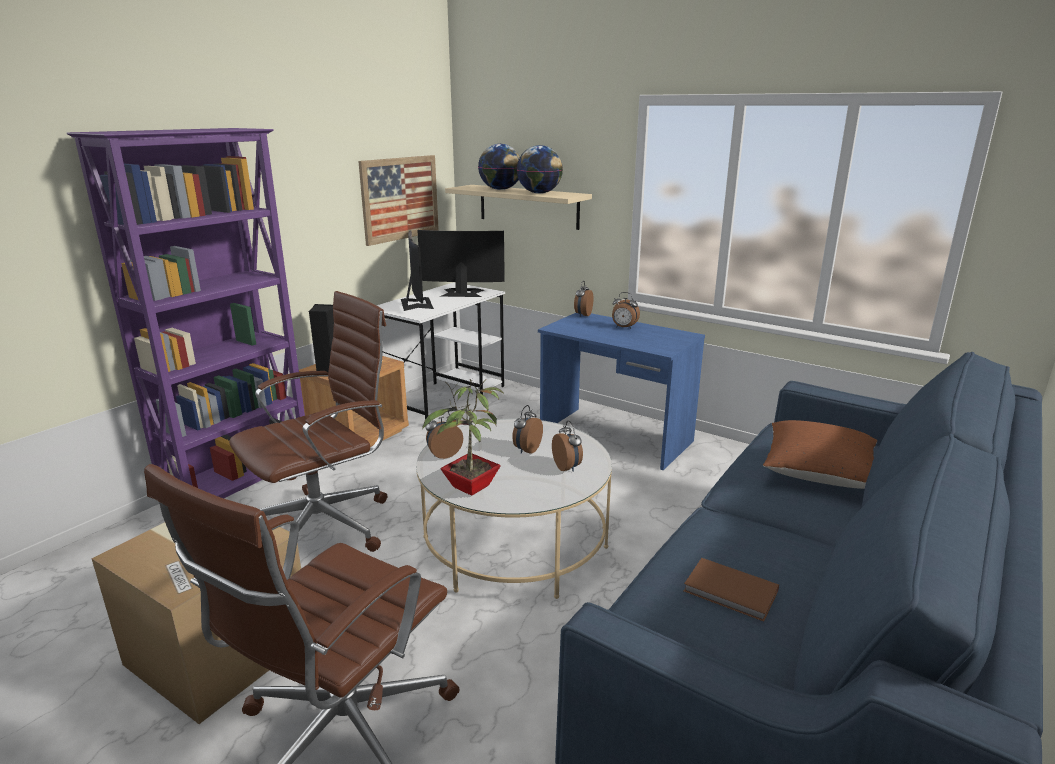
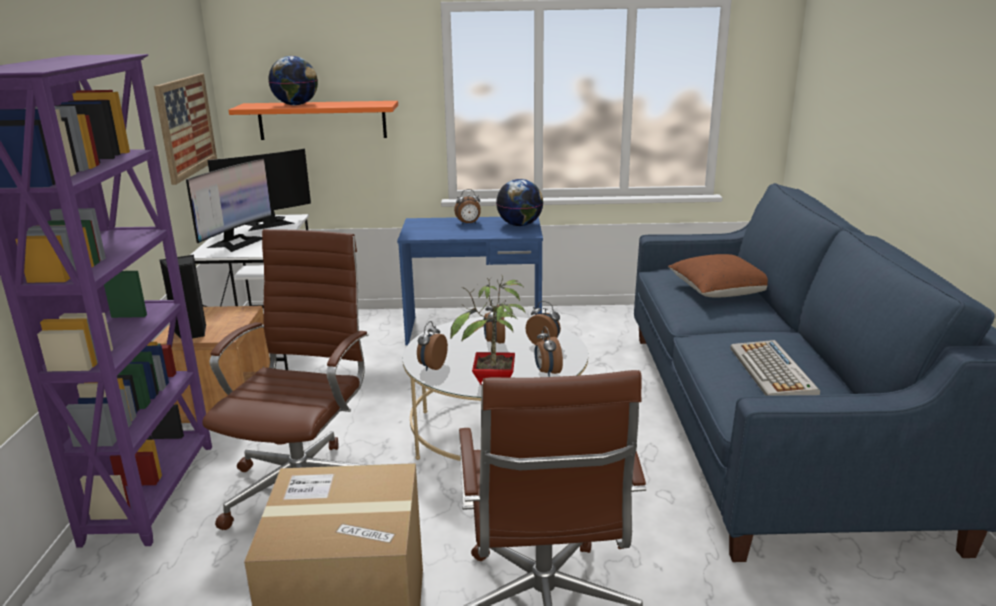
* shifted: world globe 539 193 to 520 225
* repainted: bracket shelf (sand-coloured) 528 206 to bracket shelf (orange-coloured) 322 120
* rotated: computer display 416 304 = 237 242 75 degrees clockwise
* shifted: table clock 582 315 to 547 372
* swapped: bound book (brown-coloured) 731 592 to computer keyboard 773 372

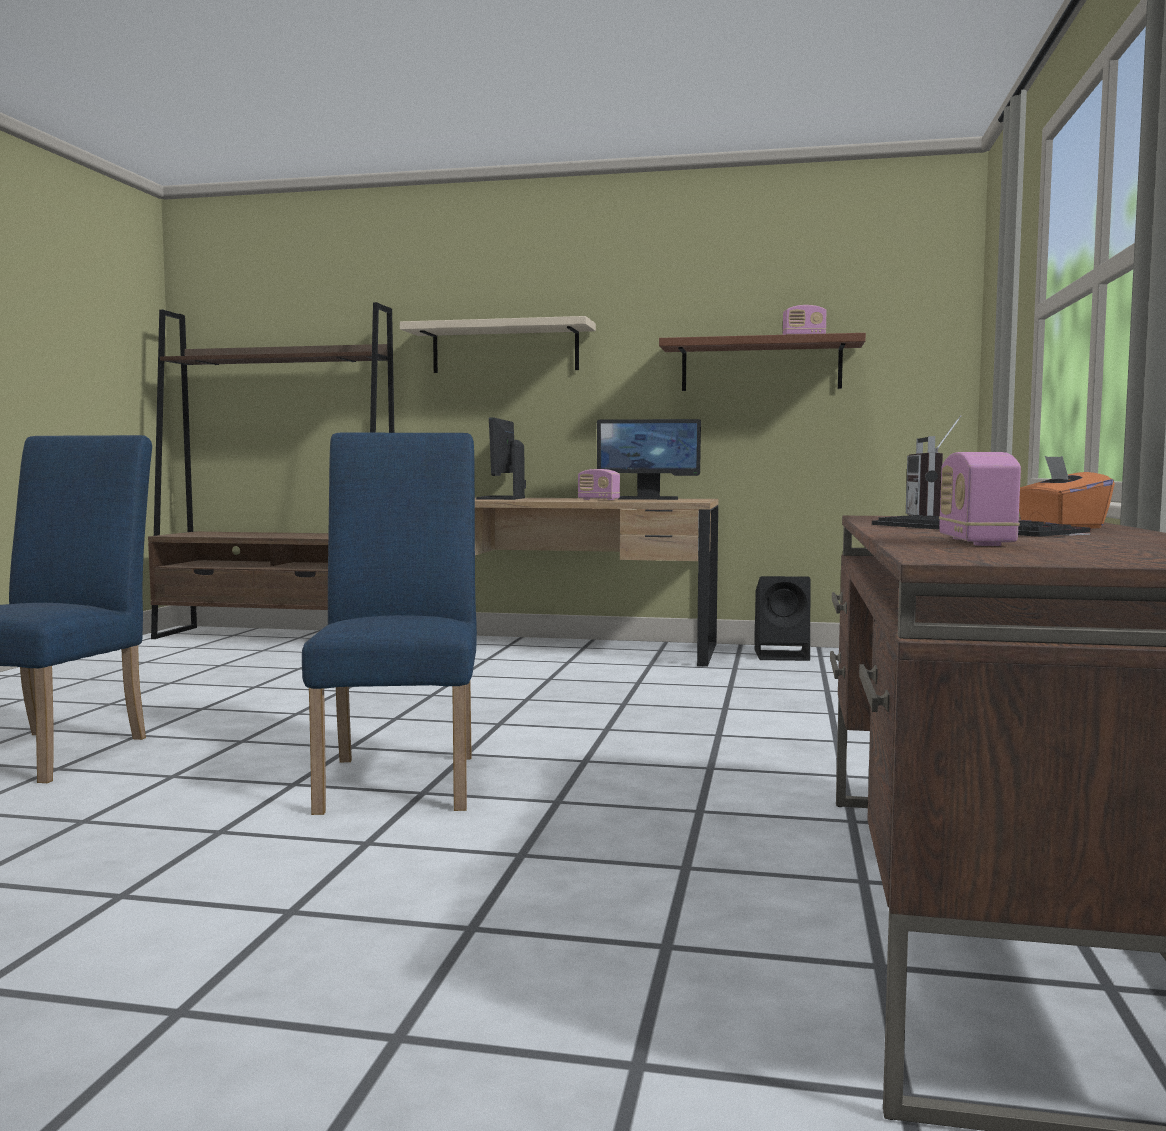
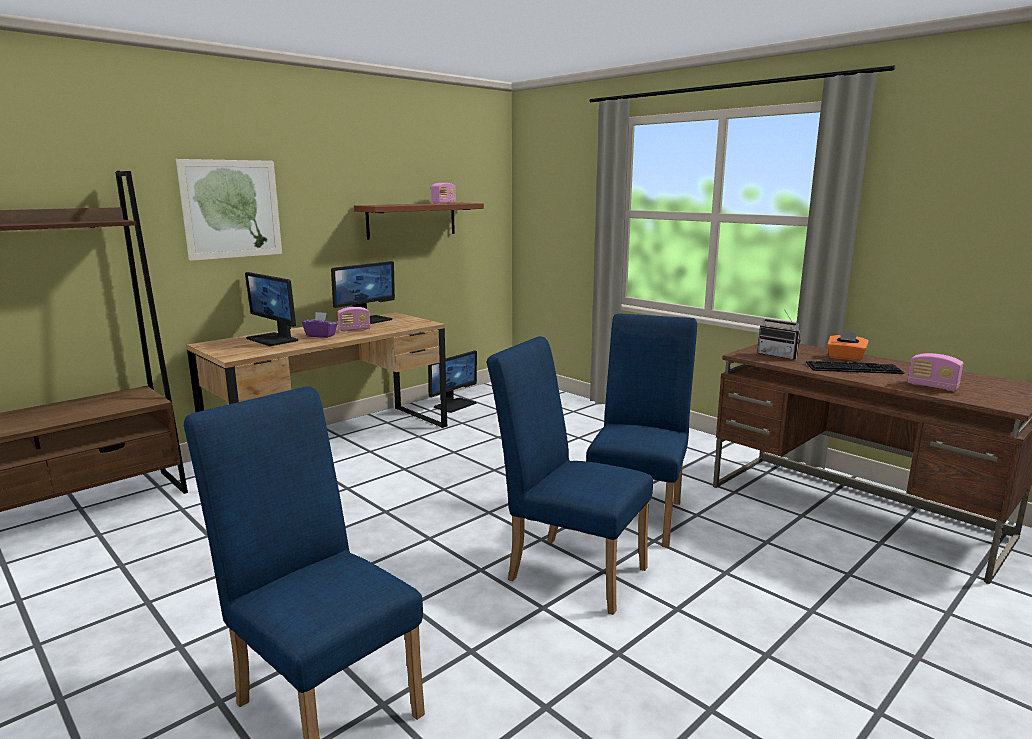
* swapped: bracket shelf (sand-coloured) 505 348 to picture 232 209
* swapped: audio speaker (black) 783 655 to computer display 454 405
* new: box of tissues (purple-coloured) 321 335
* new: chair (blue) 638 513

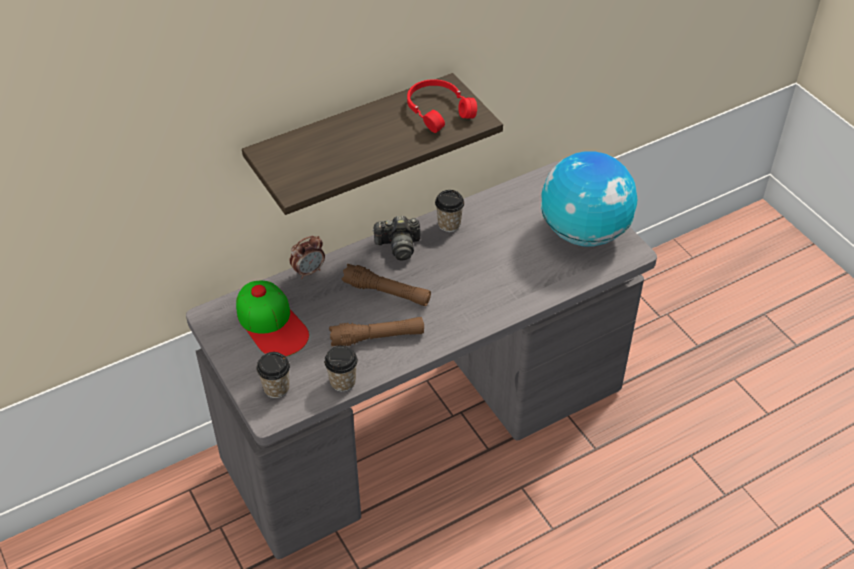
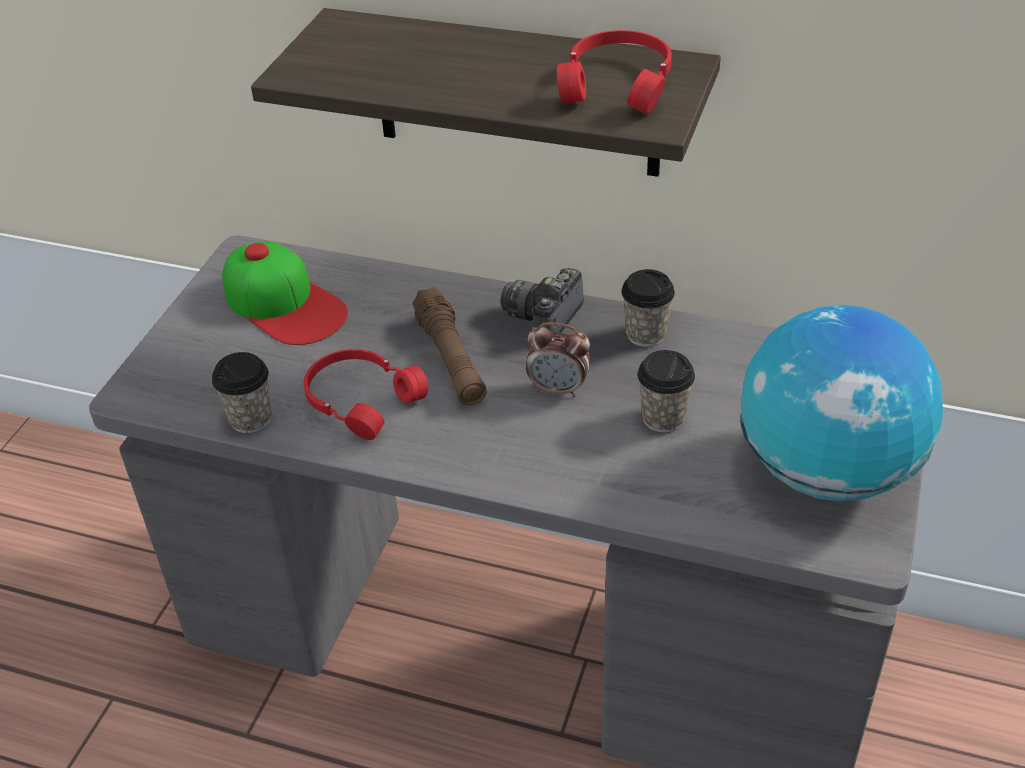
* rotated: still camera 398 246 = 545 317 75 degrees clockwise
* shifted: table clock 309 271 to 558 389
* rotated: baseball cap 272 323 = 284 303 60 degrees counterclockwise
* swapped: torch (brown-coloured) 377 337 to pair of headphones (reddish) 361 400
* shifted: cup 276 388 to 663 418

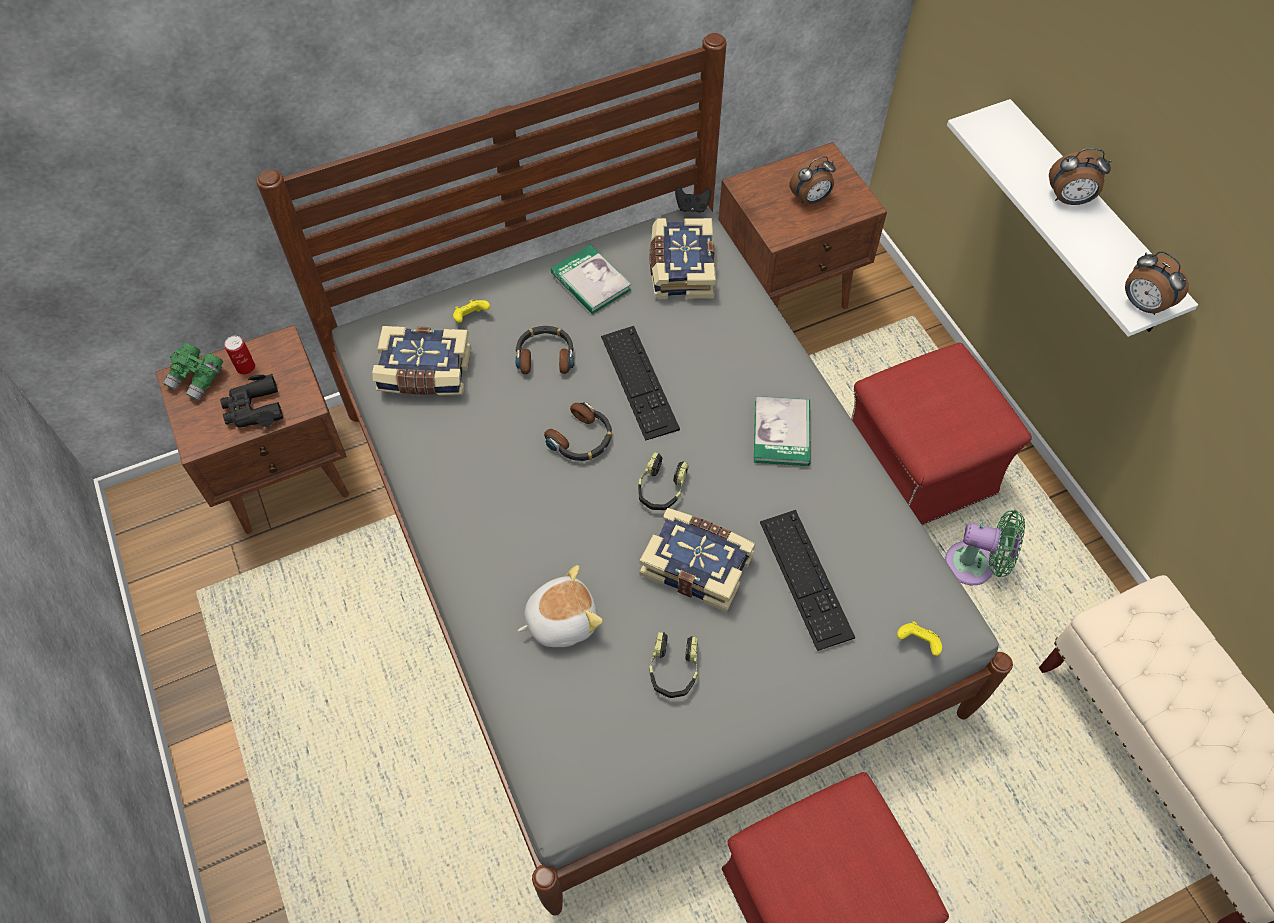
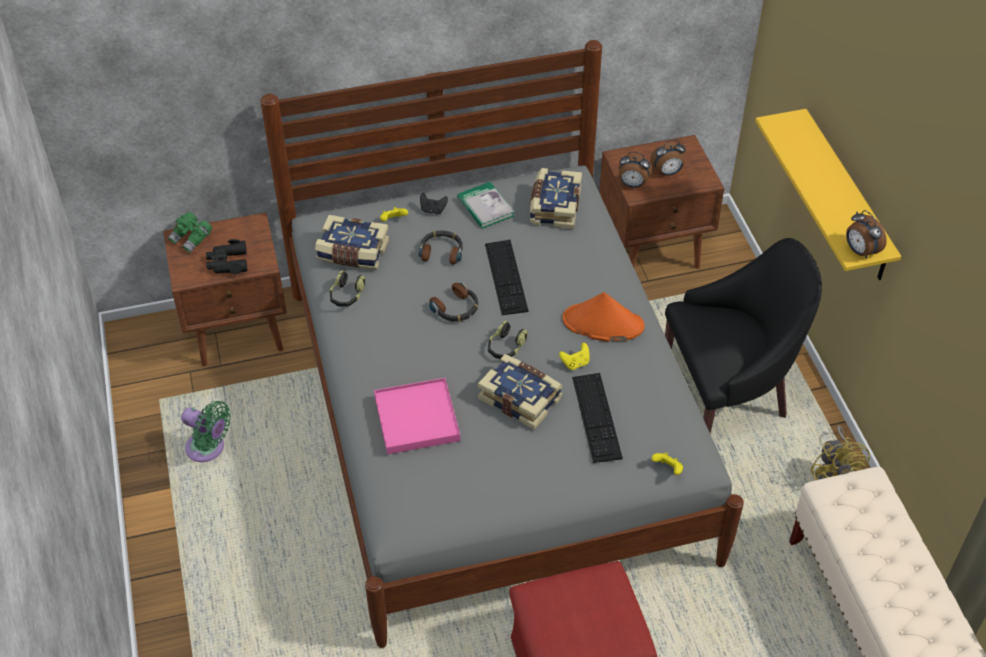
* repainted: bracket shelf (whitish) 1086 220 to bracket shelf (yellow) 846 197
* shifted: table clock 1069 200 to 632 185
* shifted: gamepad (black) 692 207 to 433 210
* gone: metal can 246 367
* swapped: pouffe (reddish) 918 470 to easy chair (black) 728 391
* swapped: bound book 782 433 to wearable hat (orange-coloured) 602 323
* shifted: electric fan (greenish) 975 565 to 208 449
* swapped: soft toy 561 619 to tray (pink-coloured) 416 418
* shifted: pair of headphones 673 669 to 347 295
* new: gamepad (yellow) 575 363
* new: electric fan (yellow) 834 473

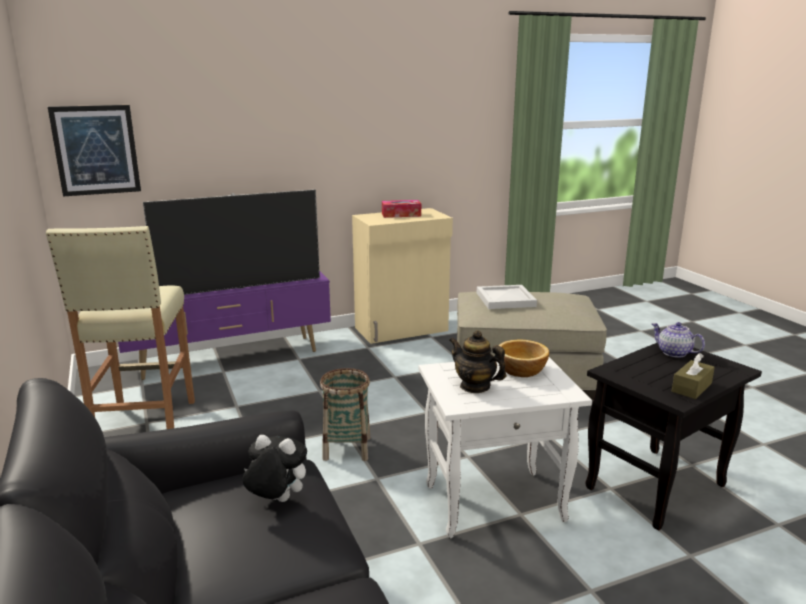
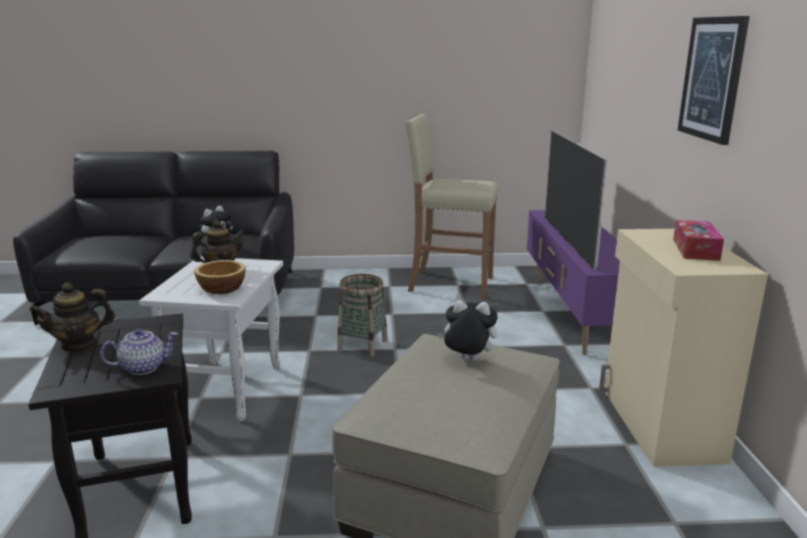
* shifted: picture 96 150 to 712 78
* swapped: tray (whitish) 506 299 to soft toy 467 361
* swapped: box of tissues (brown-coloured) 691 387 to teapot 78 345

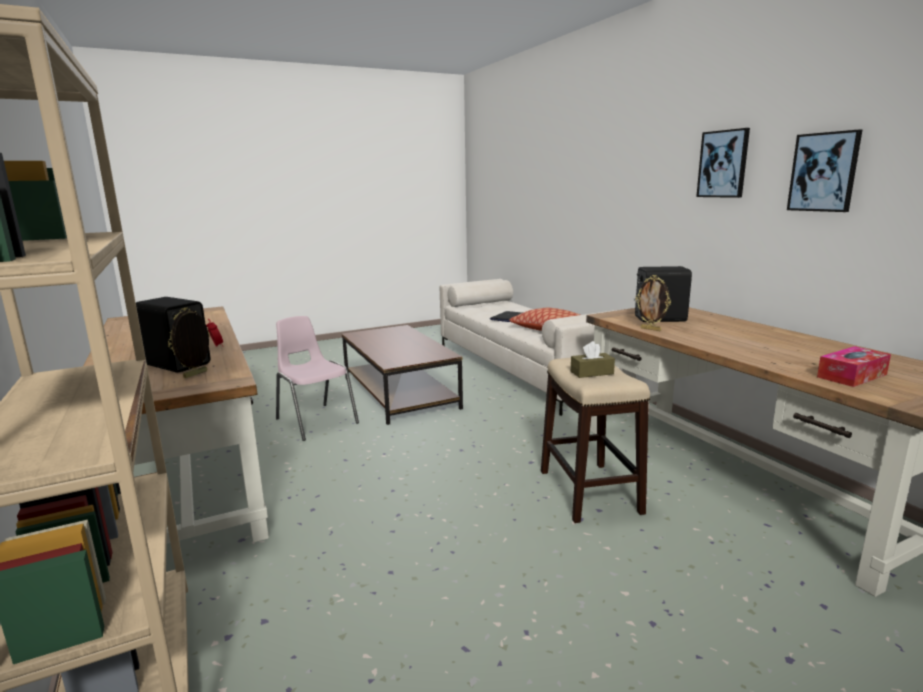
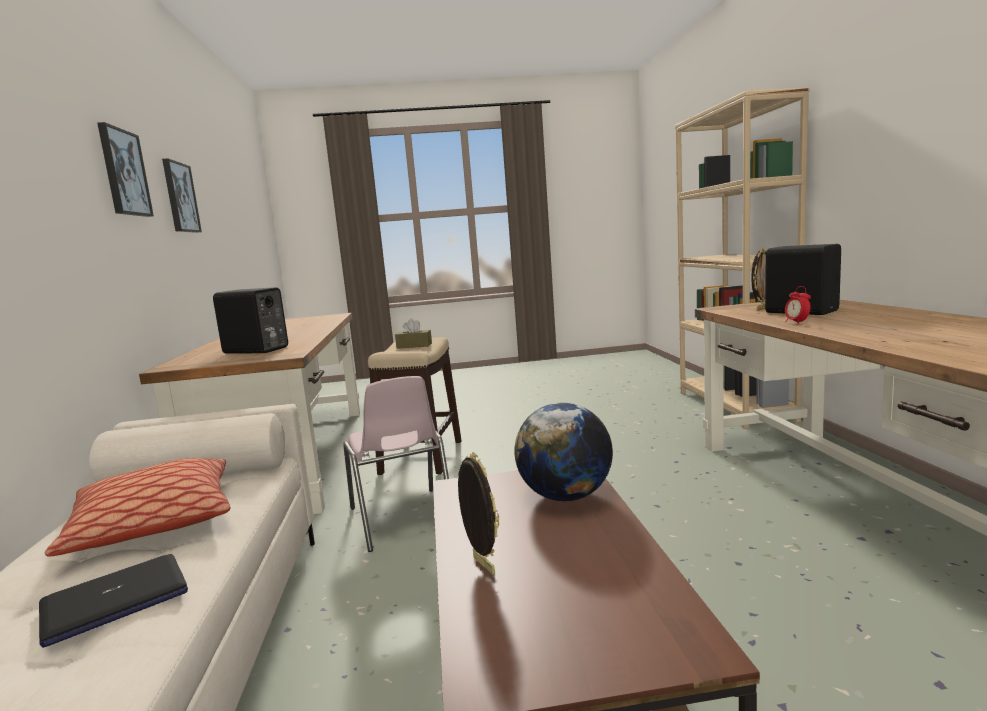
* shifted: standing frame 651 329 to 482 566
* shifted: chair (pink-coloured) 316 421 to 402 519
* gone: box of tissues 852 376
* new: world globe 565 496

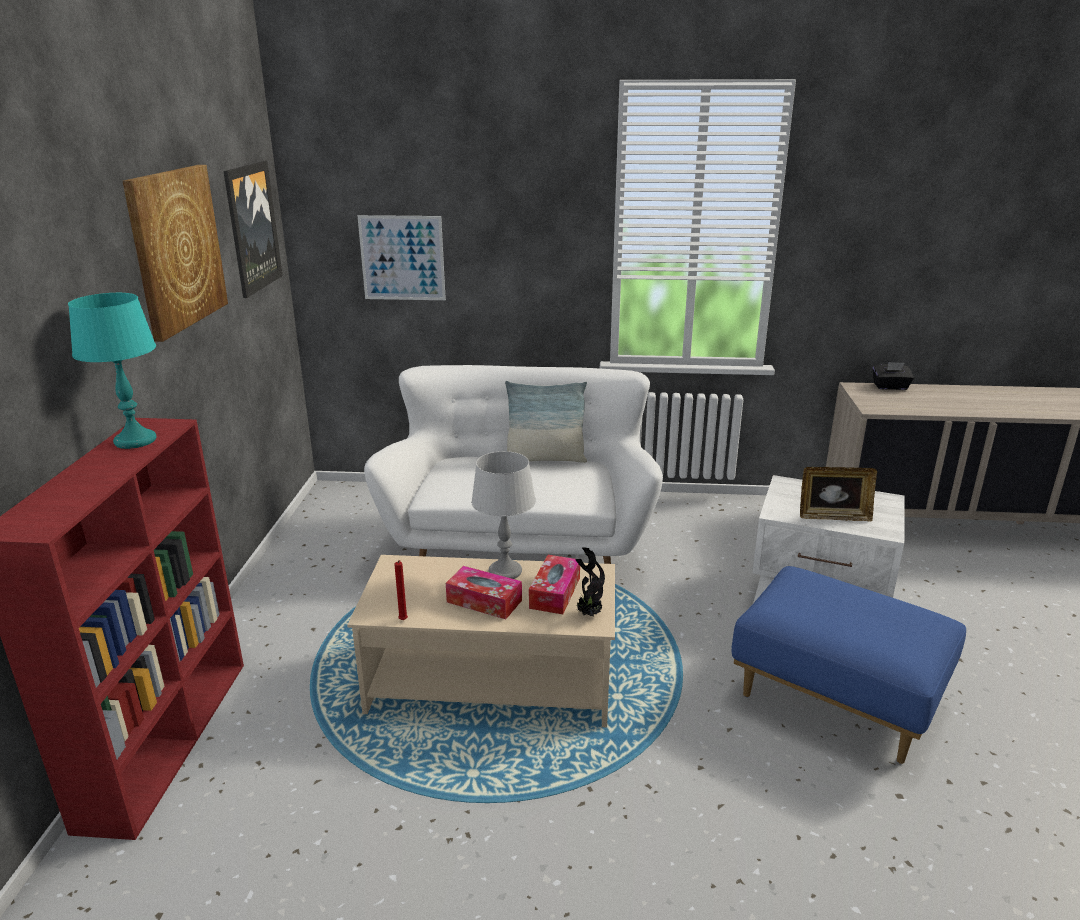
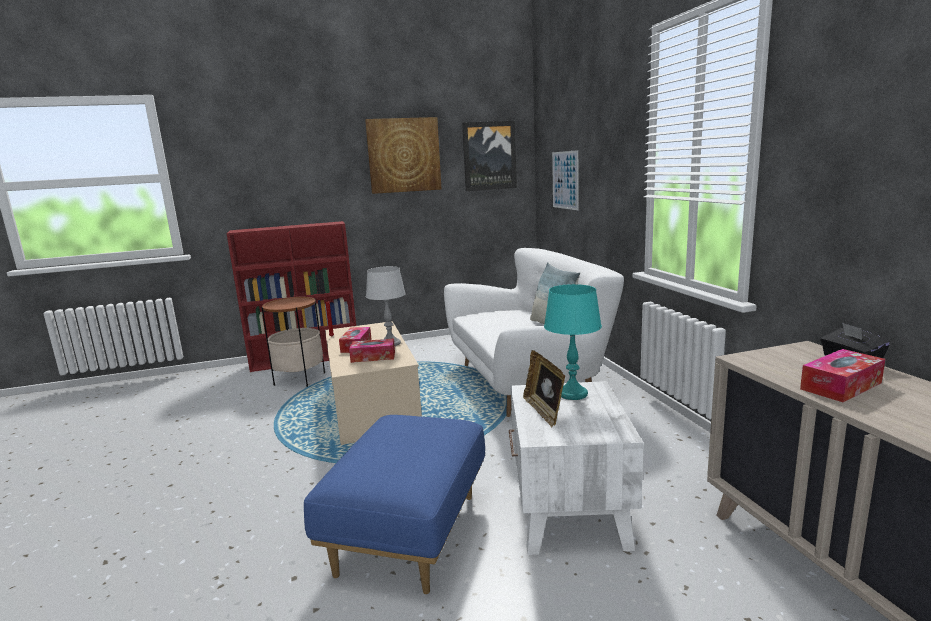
* shifted: table lamp (turquoise-coloured) 135 440 to 573 394
* gone: plant in a pot 588 614
* new: accent table 300 379
* new: box of tissues 841 386

